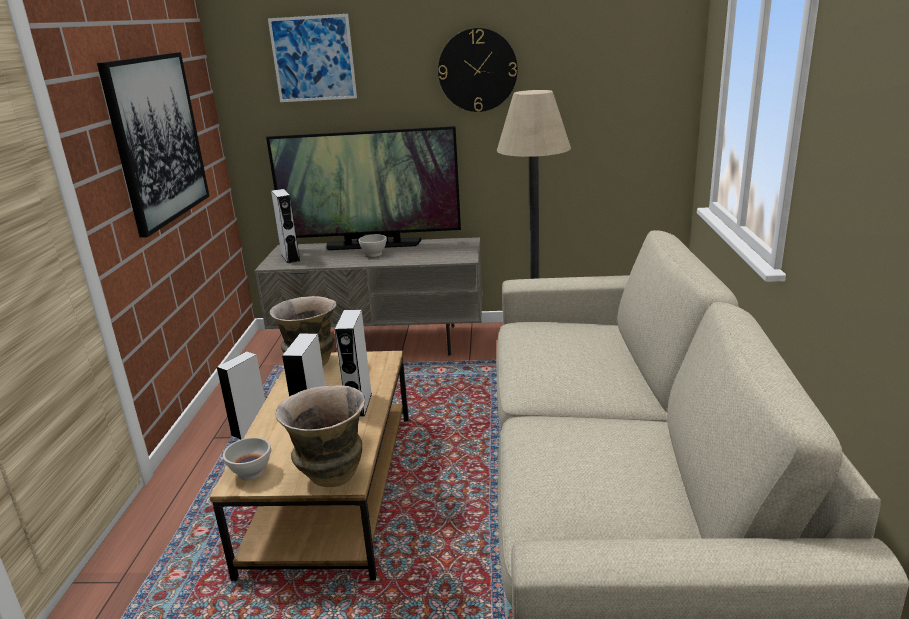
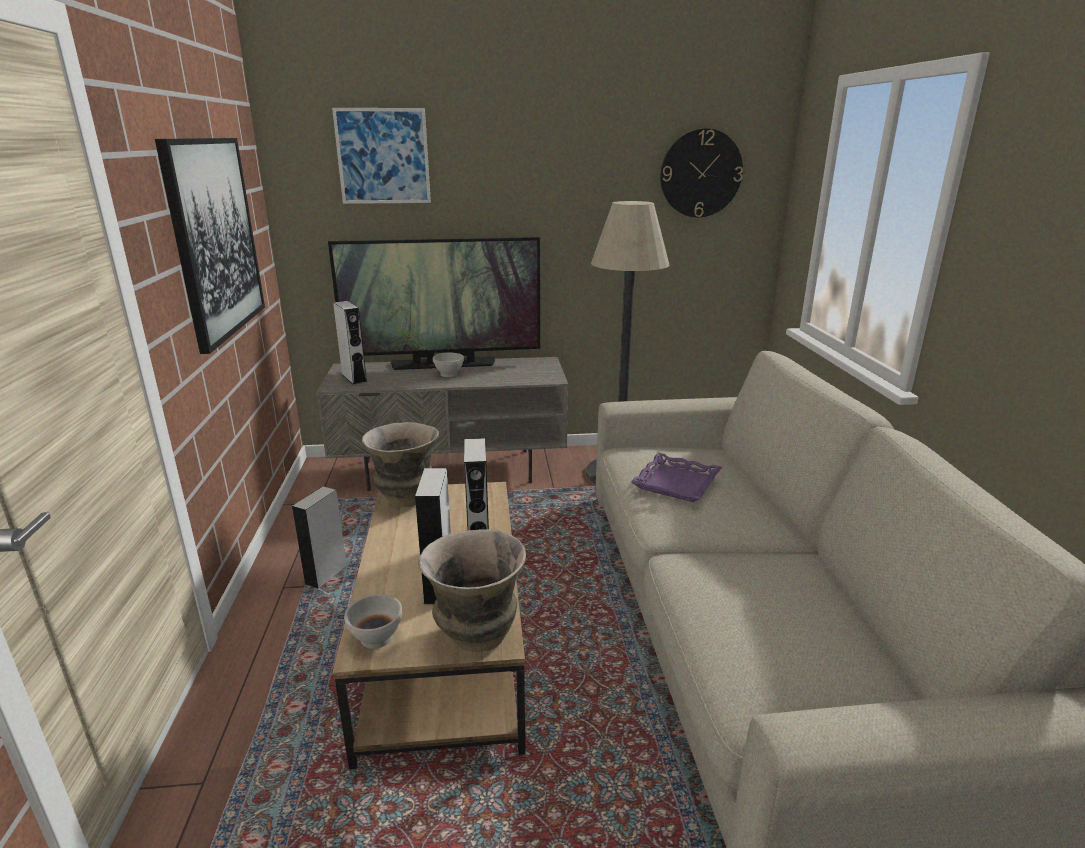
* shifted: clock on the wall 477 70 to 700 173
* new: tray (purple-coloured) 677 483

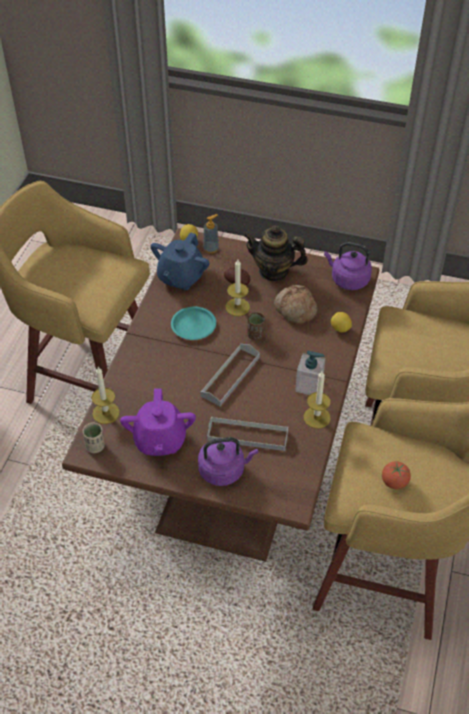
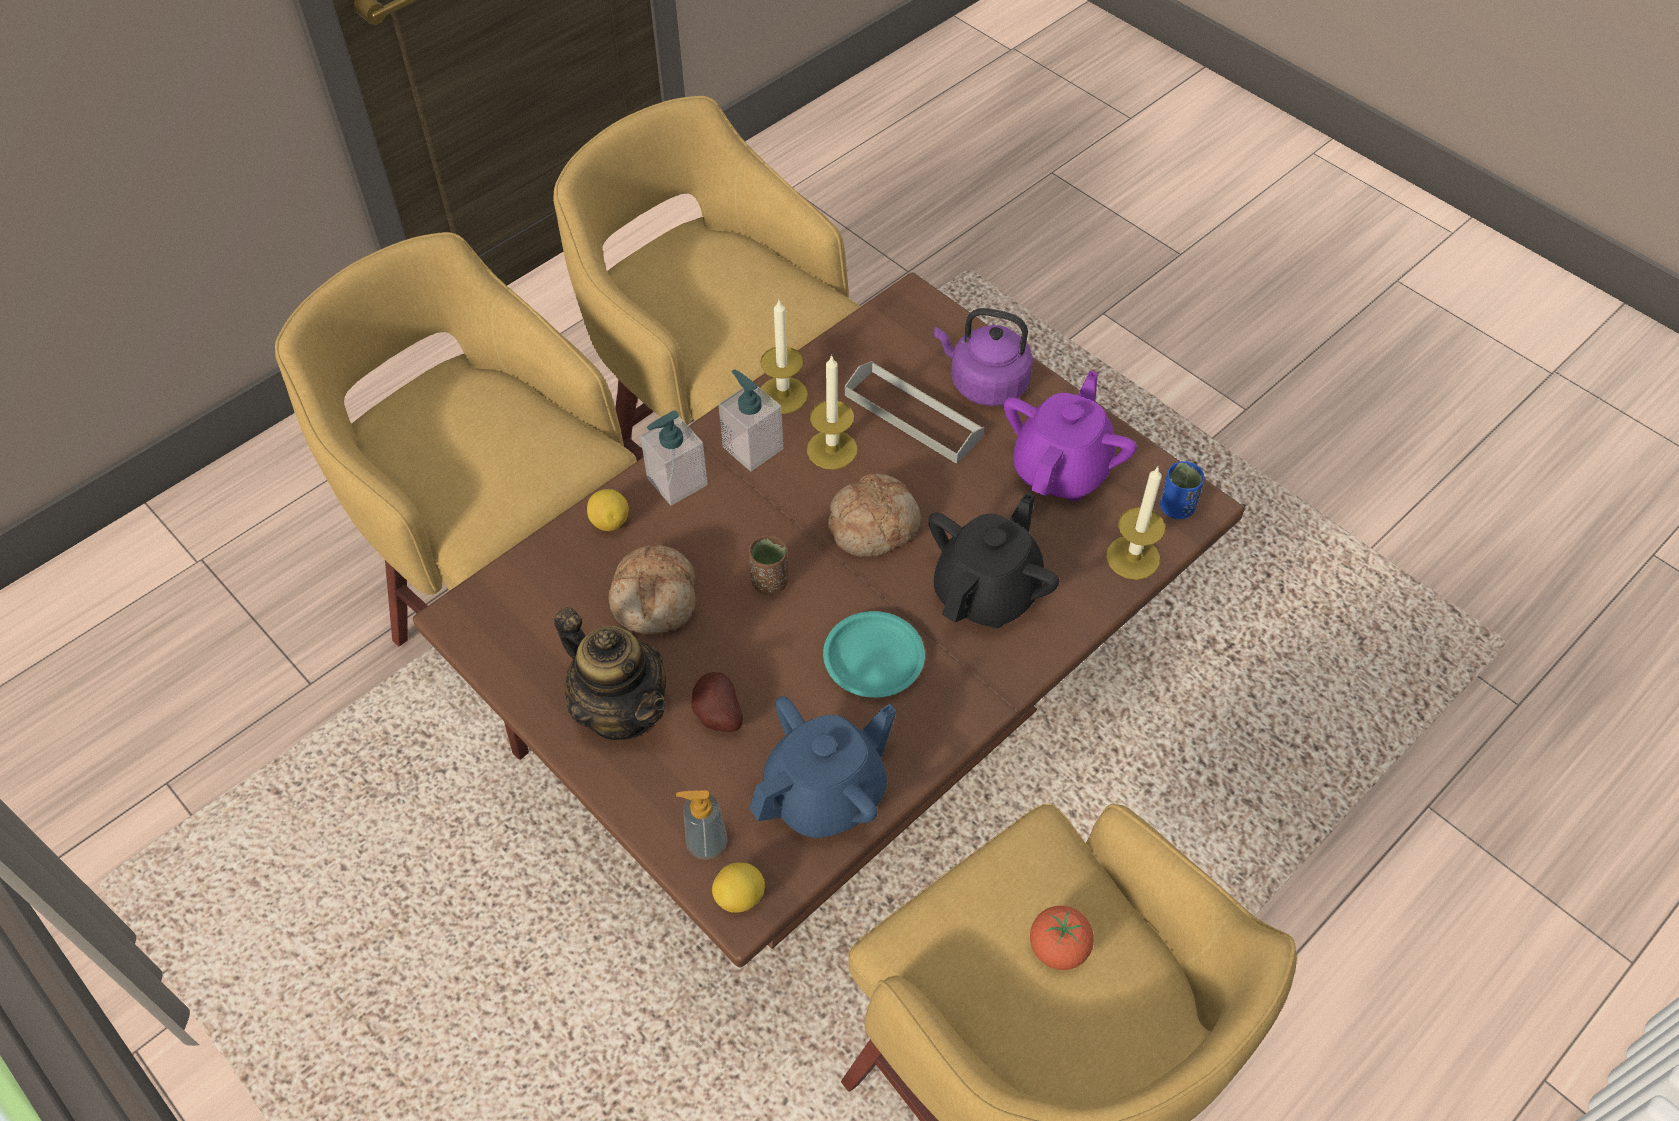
* gone: kettle (purple-coloured) 348 280
* shifted: wax candle 237 307 to 832 449
* swapped: tray (grey) 230 376 to bread 873 524
* repainted: cup (sand-coloured) 95 446 to cup (blue) 1176 507
* shifted: whole tomato 394 482 to 1058 948
* new: liquid soap bottle 677 482
* new: teapot (black) 987 592

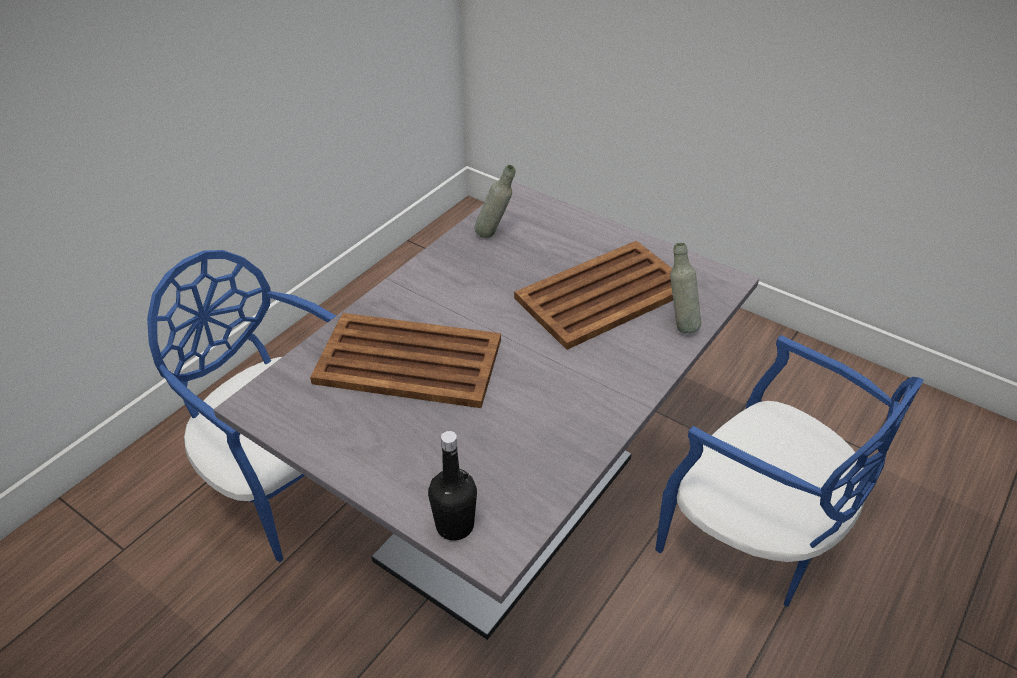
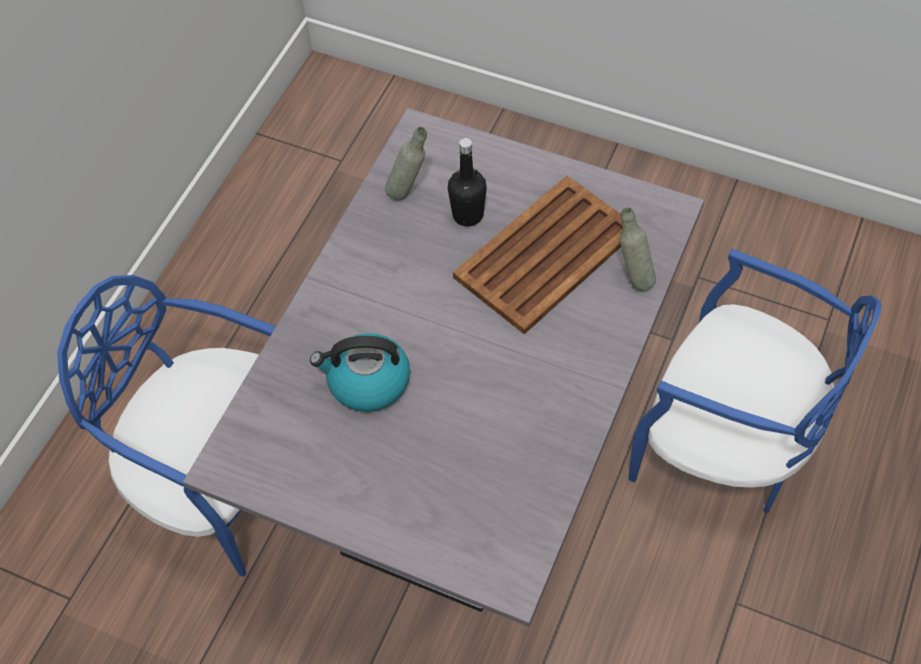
* swapped: tray (brown-coloured) 410 362 to kettle 367 382
* shifted: drink bottle (black) 455 525 to 468 215

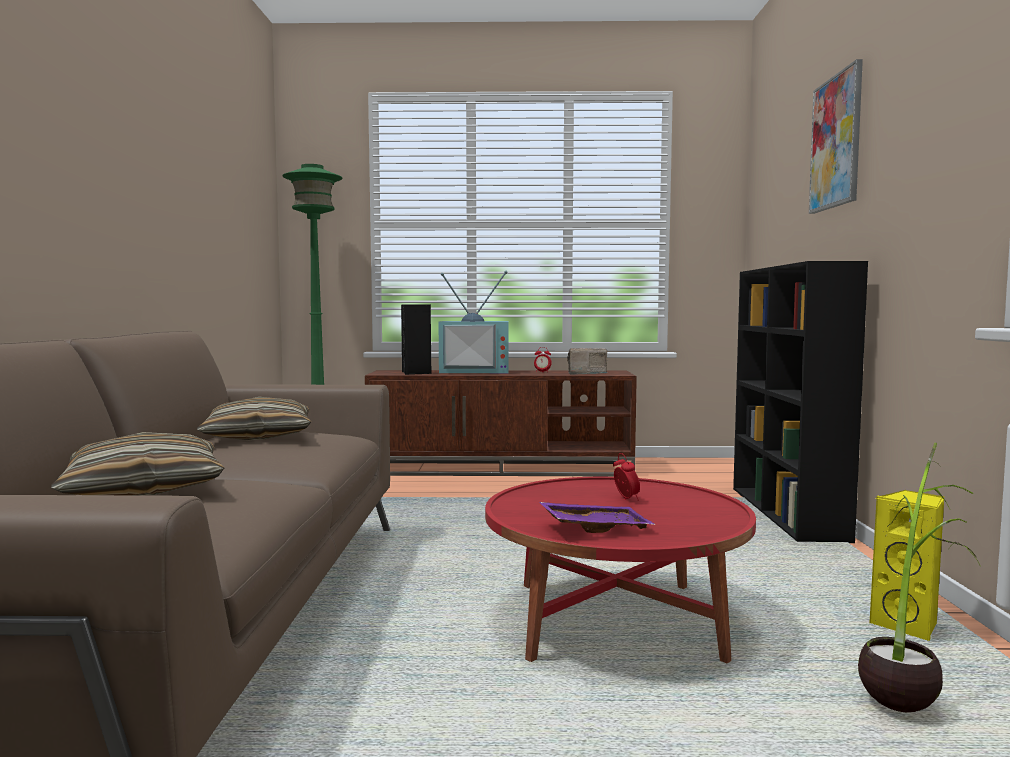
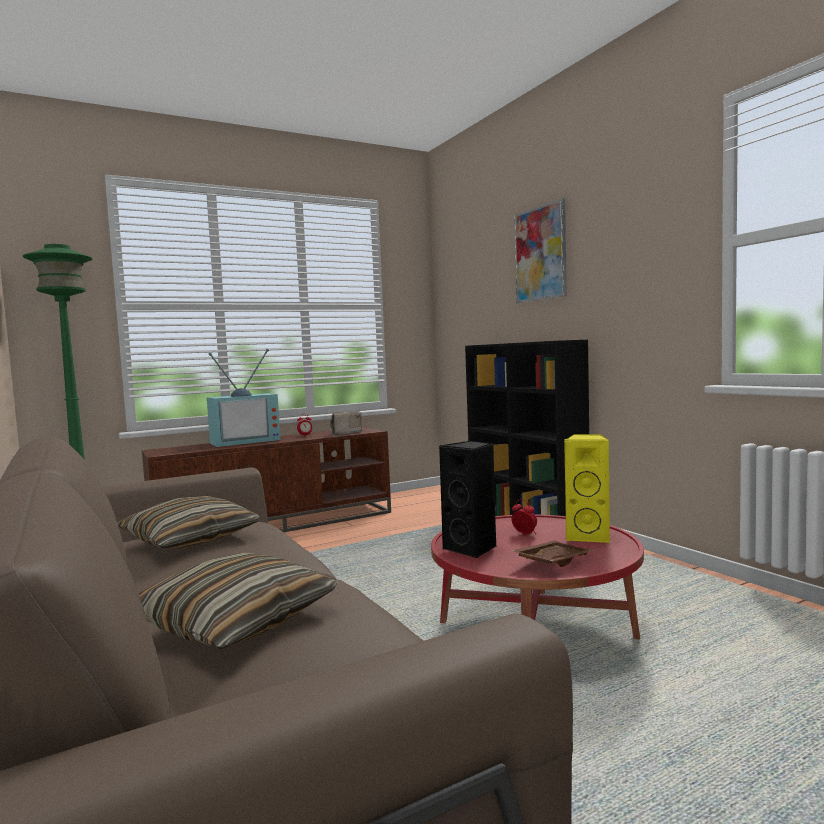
* shifted: audio speaker (black) 416 373 to 472 549
* gone: plant in a pot 909 690
* shifted: audio speaker (yellow) 908 627 to 588 536
* repainted: tray (purple-coloured) 594 527 to tray (brown-coloured) 552 562

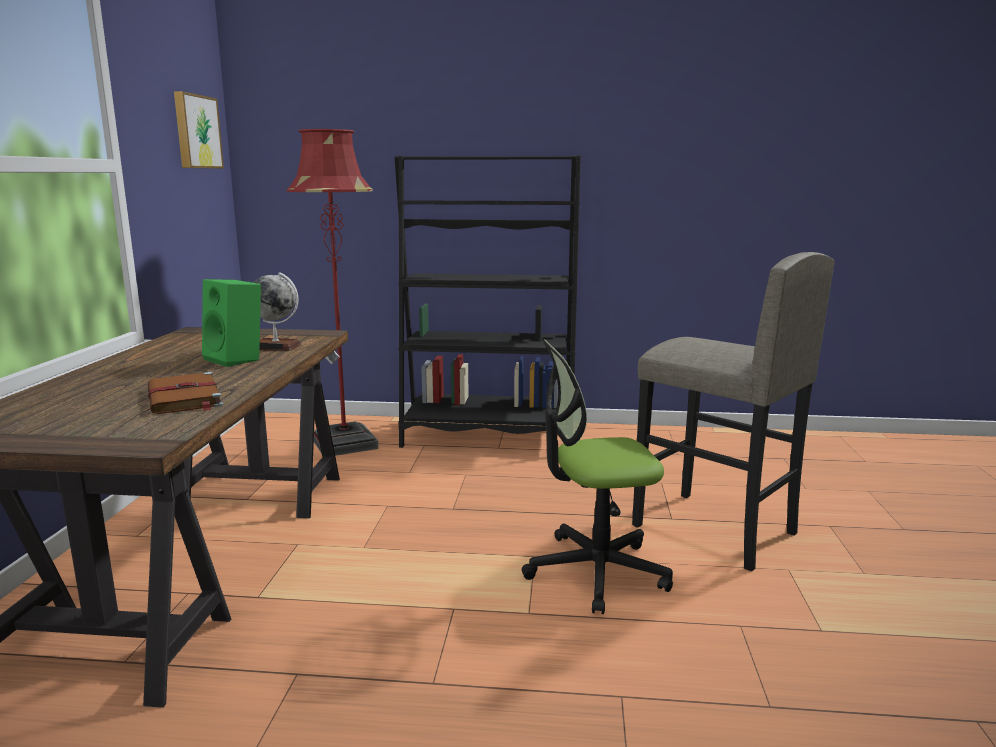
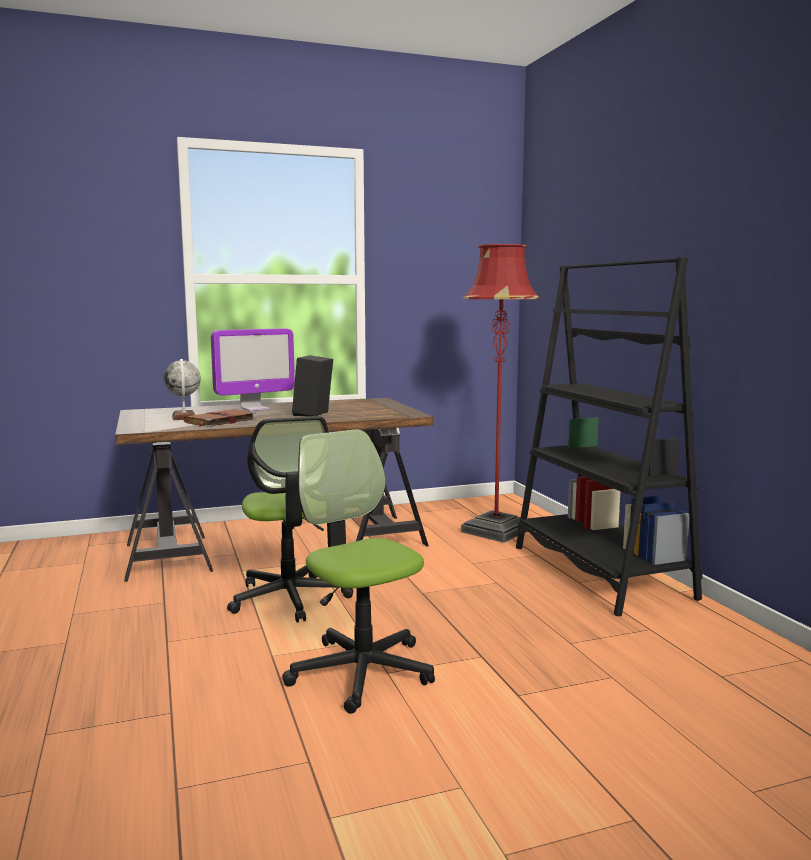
* gone: picture 196 132
* gone: sitting stool (grey) 713 530
* shifted: world globe 276 346 to 184 417
* repainted: audio speaker (greenish) 237 359 to audio speaker (black) 314 414
* new: computer display 254 409
* new: computer chair 289 598

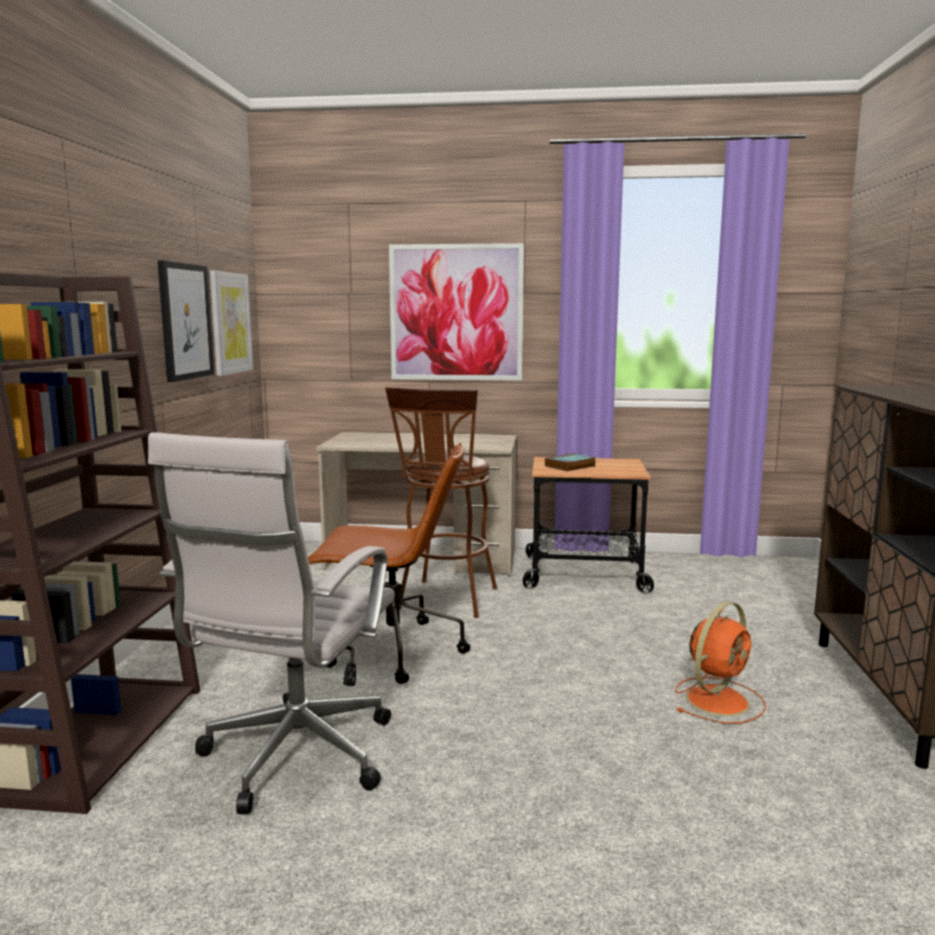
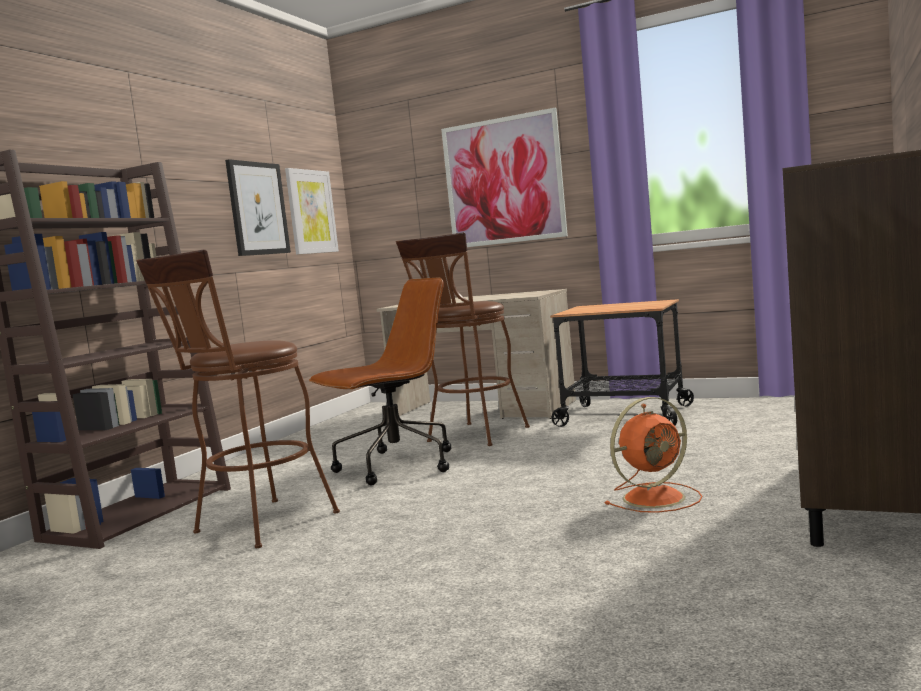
* swapped: computer chair (whitish) 293 760 to sitting stool (brown-coloured) 257 526
* rotated: computer chair (brown-coloured) 391 650 = 395 466 60 degrees counterclockwise
* gone: bound book 569 466

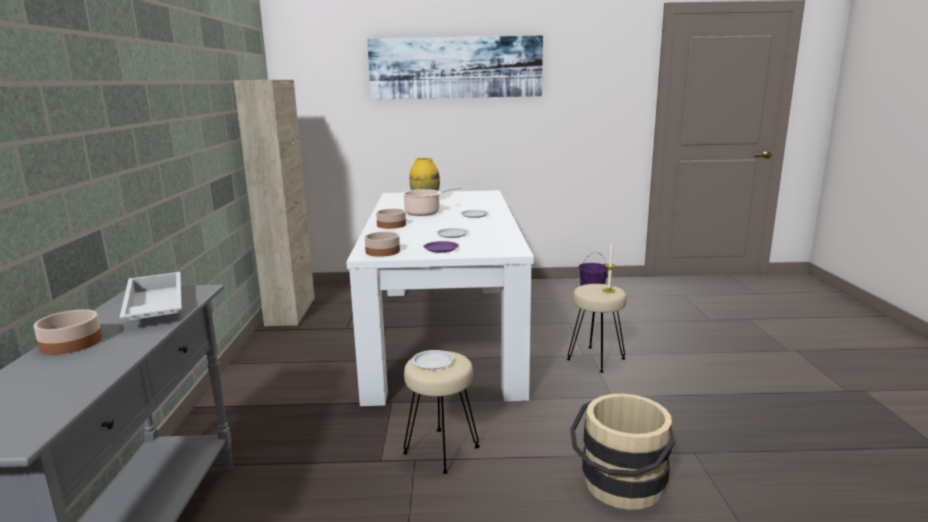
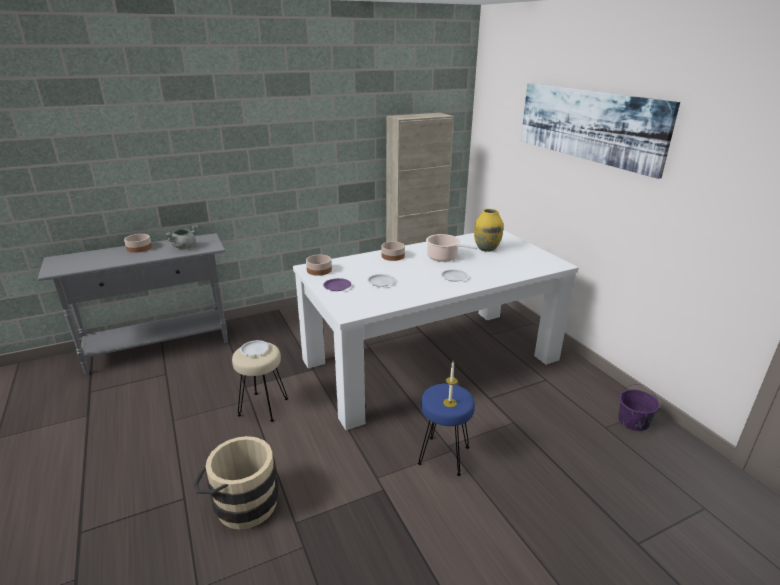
* swapped: tray (whitish) 153 307 to stockpot (grey) 184 247
* repainted: sitting stool (sand-coloured) 596 360 to sitting stool (blue) 443 456

